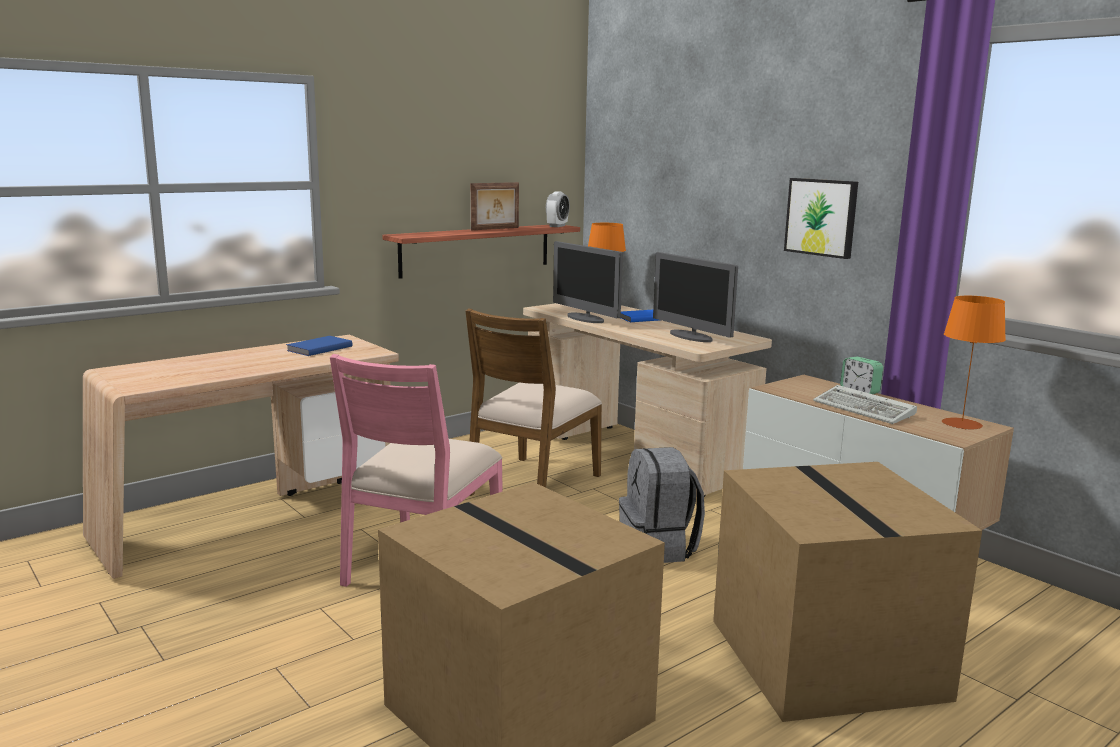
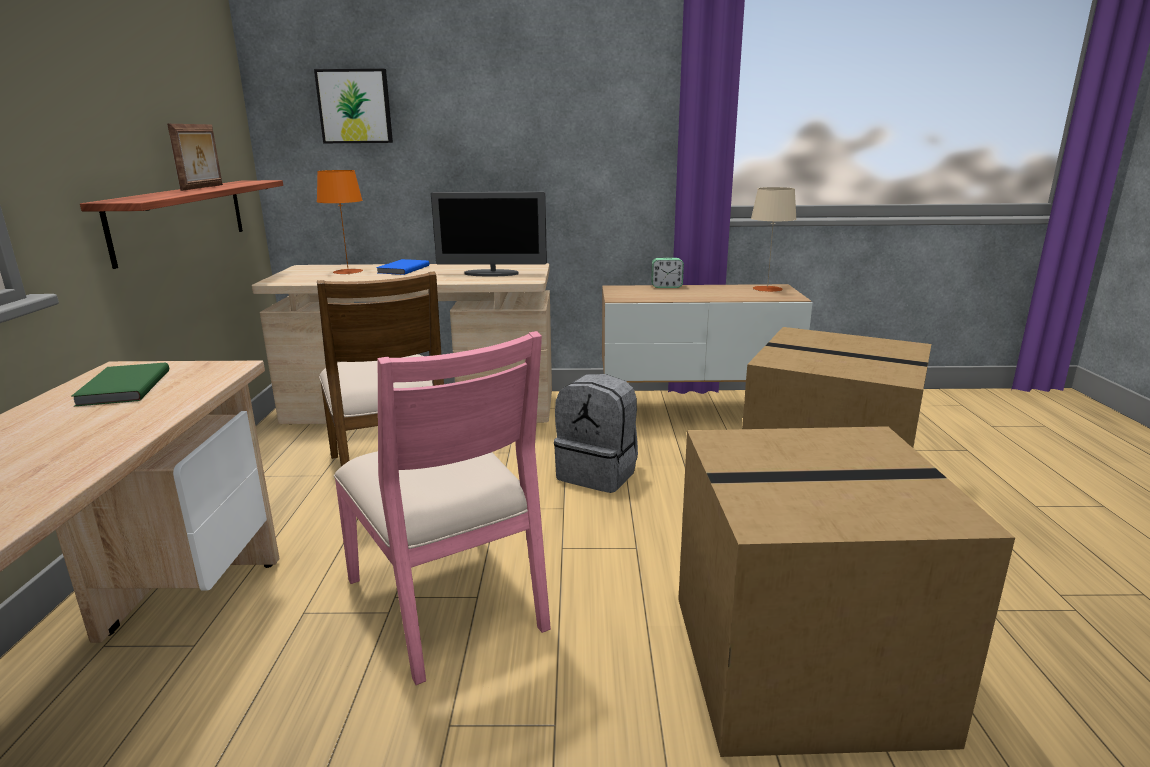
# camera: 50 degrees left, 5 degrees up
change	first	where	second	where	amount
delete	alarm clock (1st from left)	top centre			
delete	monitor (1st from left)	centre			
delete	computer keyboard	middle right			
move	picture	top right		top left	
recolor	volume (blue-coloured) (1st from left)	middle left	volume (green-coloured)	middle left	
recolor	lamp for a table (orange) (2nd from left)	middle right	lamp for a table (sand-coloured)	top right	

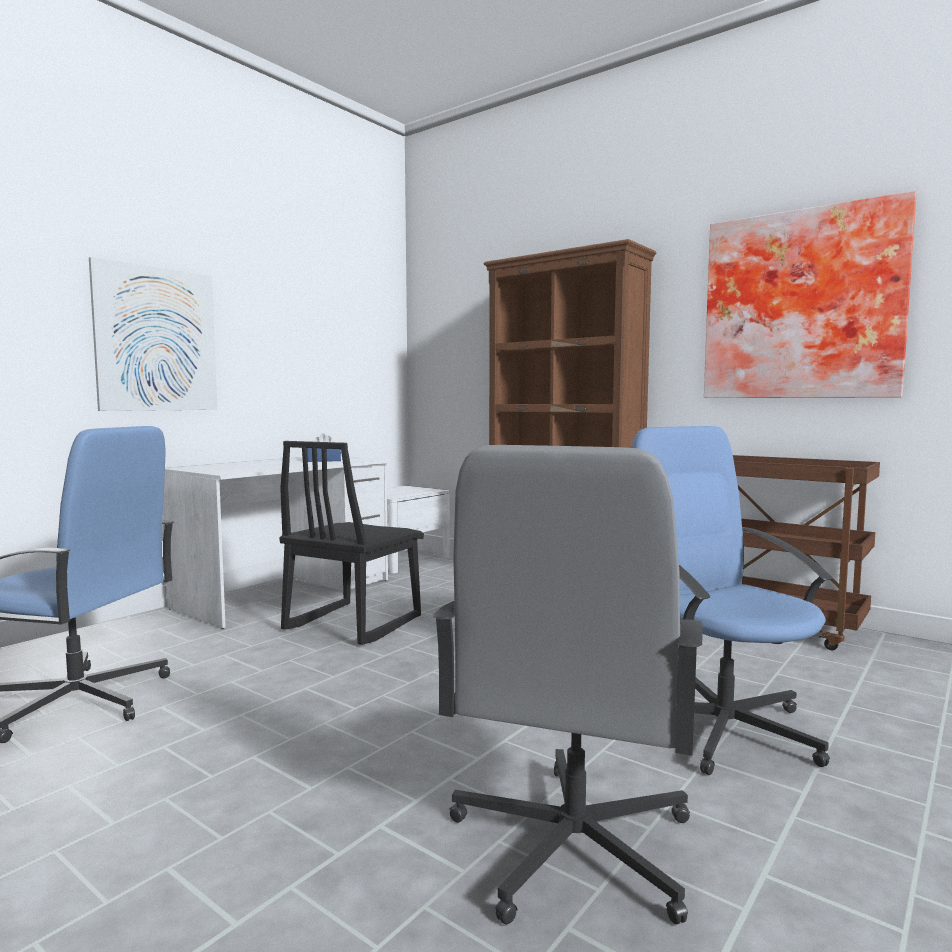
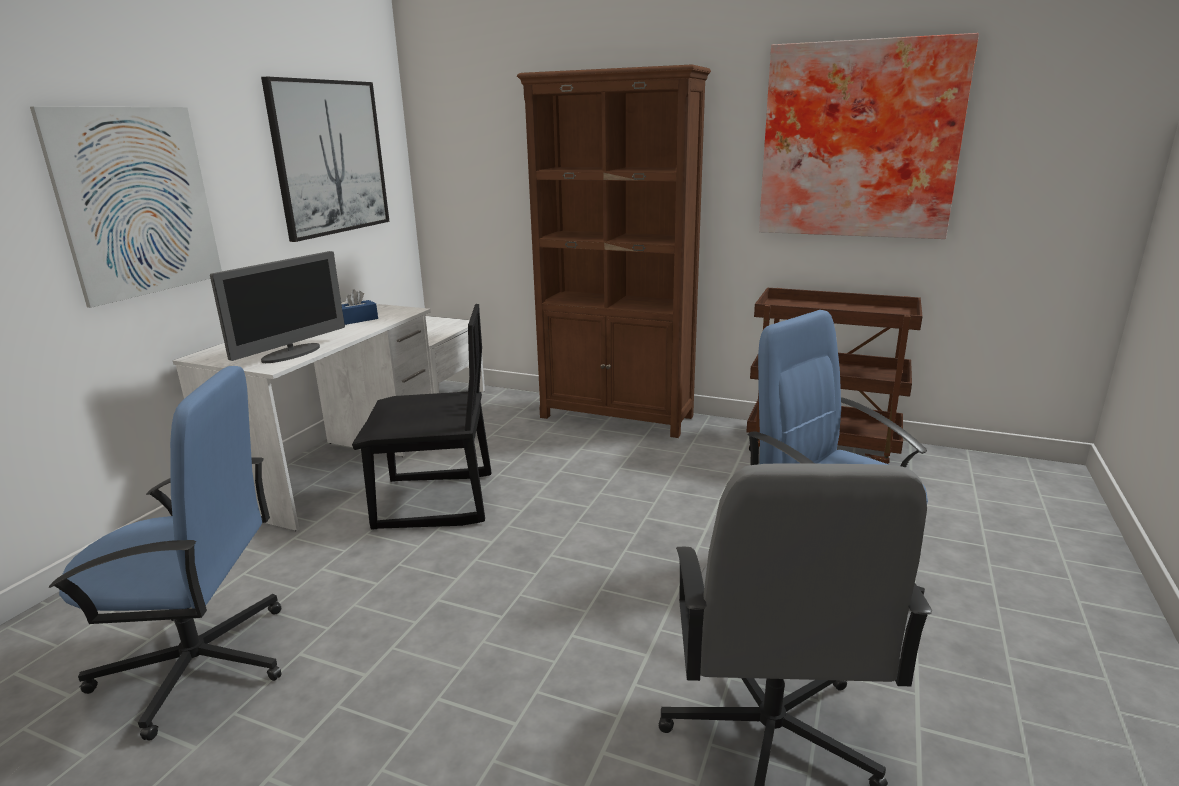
# camera: 15 degrees left, 15 degrees up
change	first	where	second	where	amount
insert			monitor	middle left	
insert			picture (2nd from left)	top left	
rotate	upright chair (blackish)	centre		centre	105 degrees counterclockwise

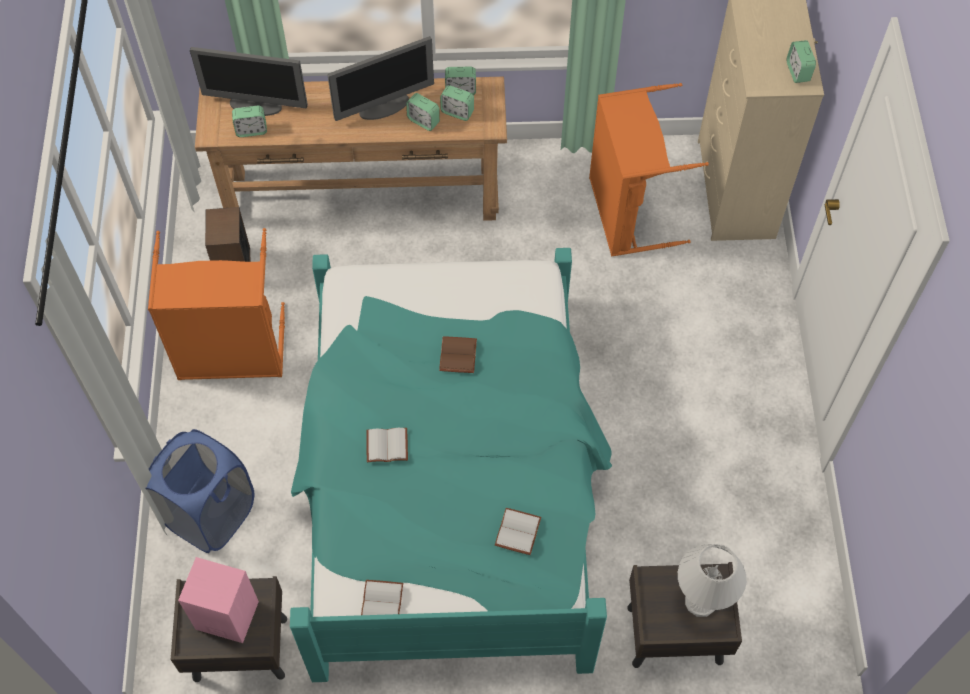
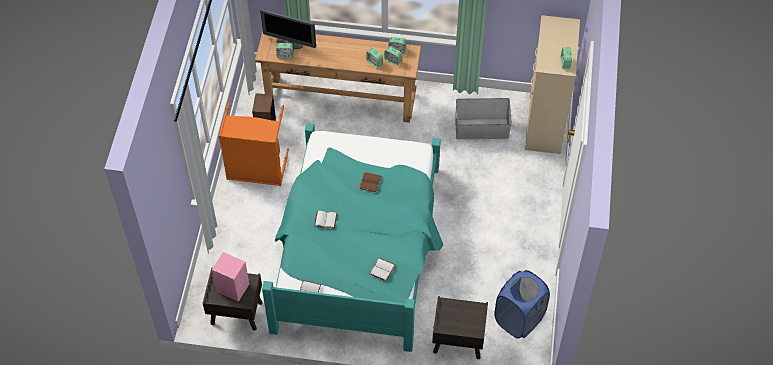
# camera: 10 degrees right, 5 degrees down
change	first	where	second	where	amount
delete	monitor (2nd from left)	top centre			
delete	lamp for a table (white)	bottom right			
move	washing basket (blue-coloured)	bottom left		bottom right	
replace	washing basket (orange) (2nd from left)	top right	storage container (grey)	top centre	

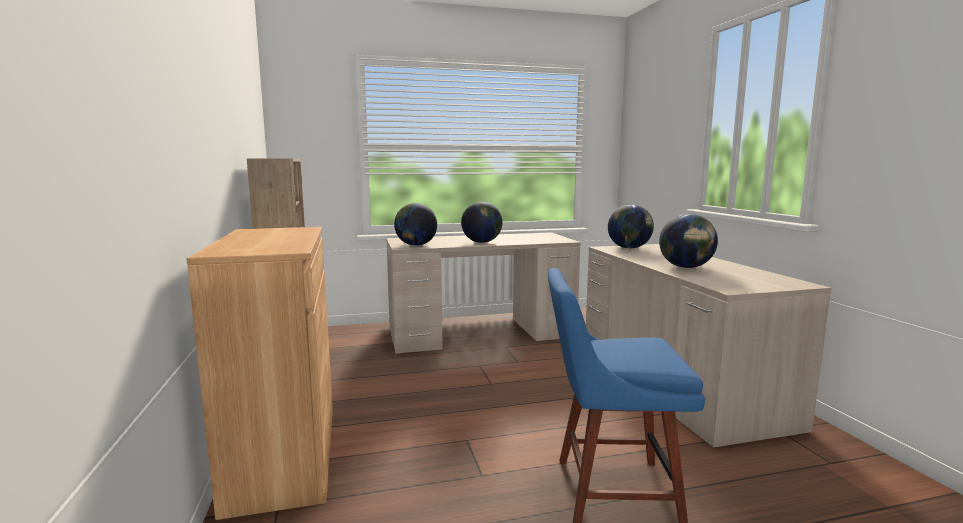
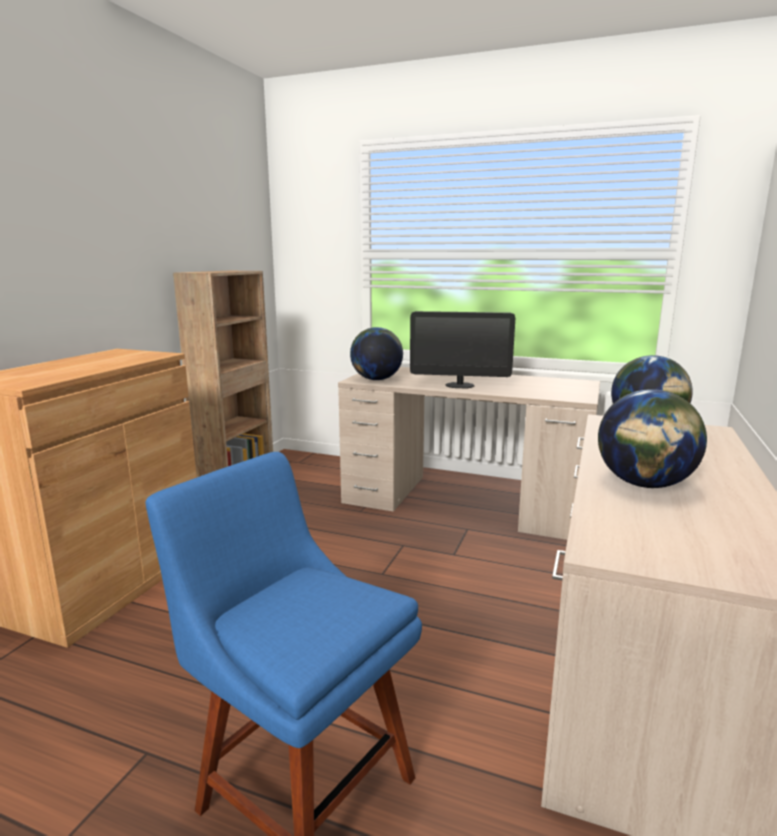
# camera: 35 degrees right, 5 degrees up
change	first	where	second	where	amount
replace	globe (2nd from left)	centre	monitor	centre	

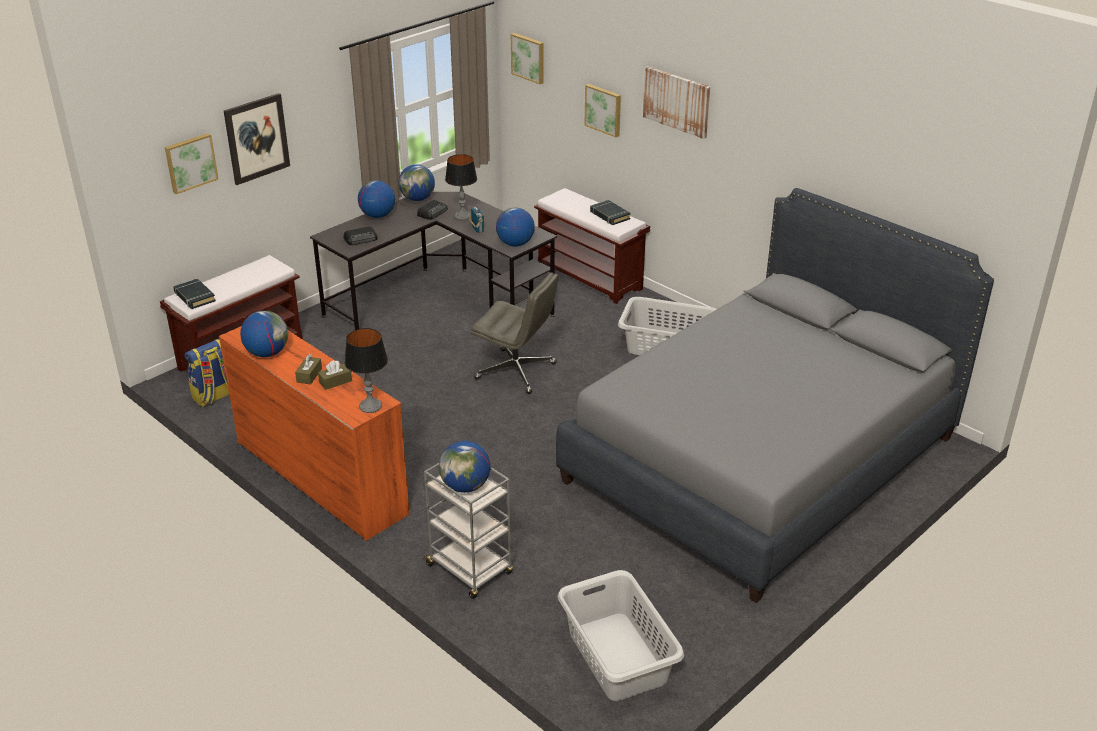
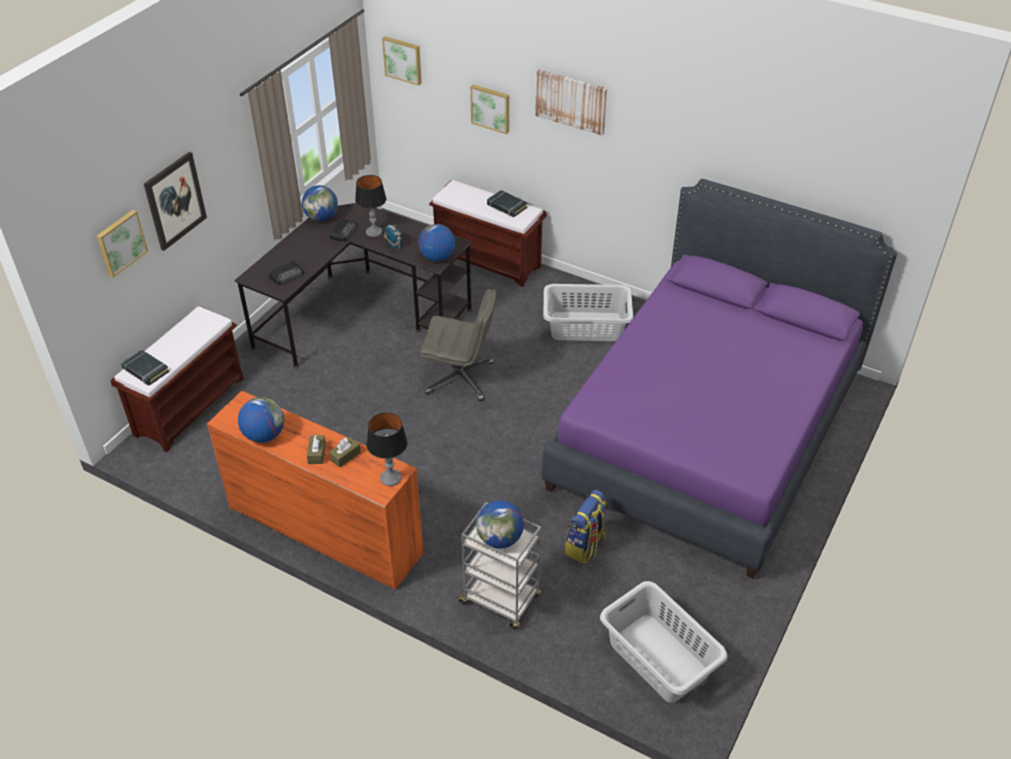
# camera: 15 degrees left, 10 degrees up
change	first	where	second	where	amount
delete	globe (2nd from left)	top centre			
move	rucksack	middle left		bottom centre	
recolor	bedroom bed (grey)	middle right	bedroom bed (purplish)	middle right	

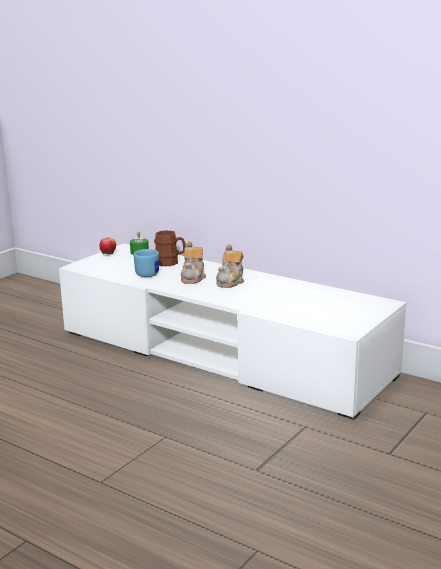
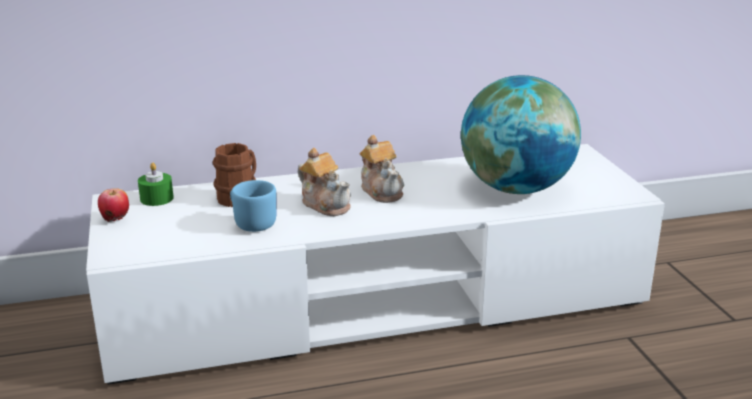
# camera: 50 degrees left, 5 degrees up
change	first	where	second	where	amount
insert			globe	middle right	

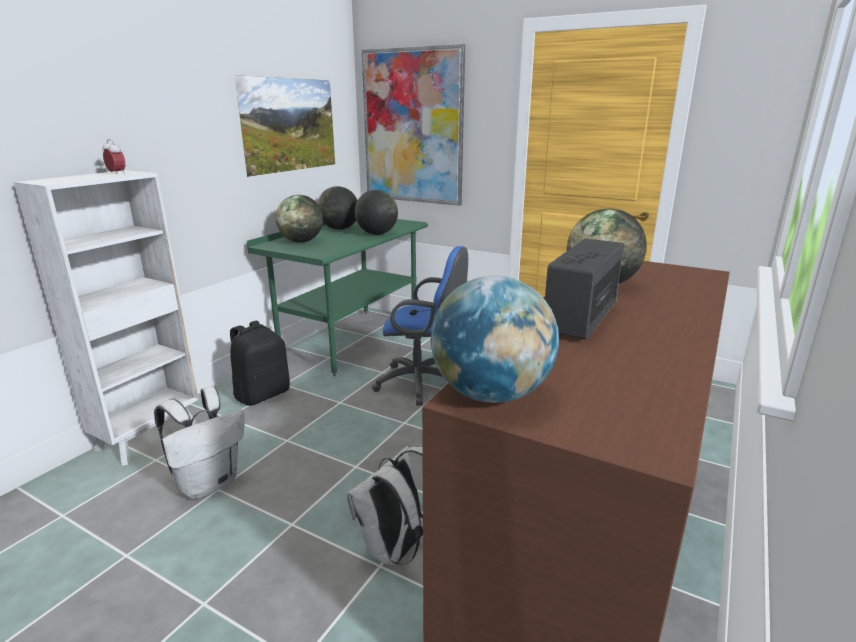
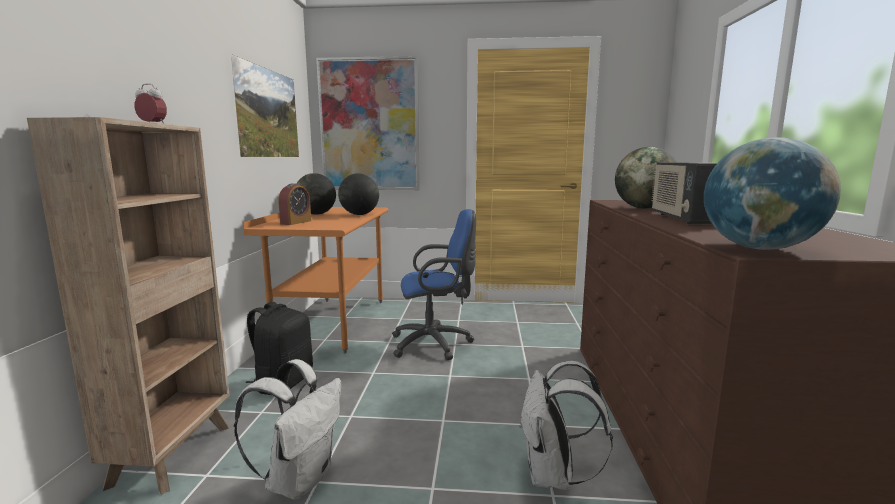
# camera: 25 degrees left, 10 degrees down
change	first	where	second	where	amount
replace	globe (1st from left)	centre	alarm clock (2nd from left)	middle left	
recolor	bookcase (white)	middle left	bookcase (brownish)	middle left	
recolor	desk table (green-coloured)	centre	desk table (orange)	centre	

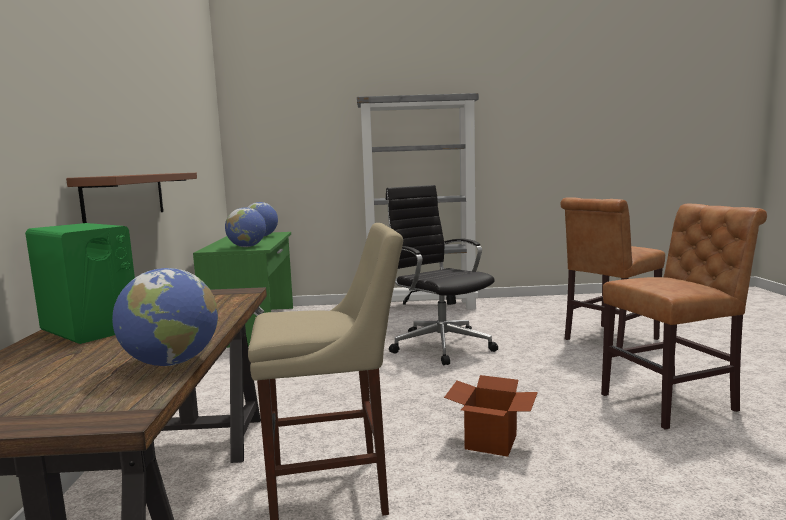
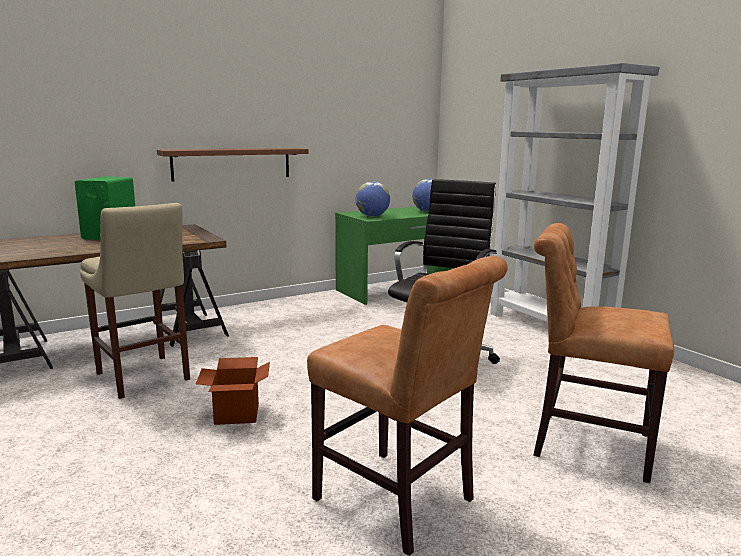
# camera: 60 degrees right, 5 degrees up
change	first	where	second	where	amount
delete	globe (1st from left)	middle left			

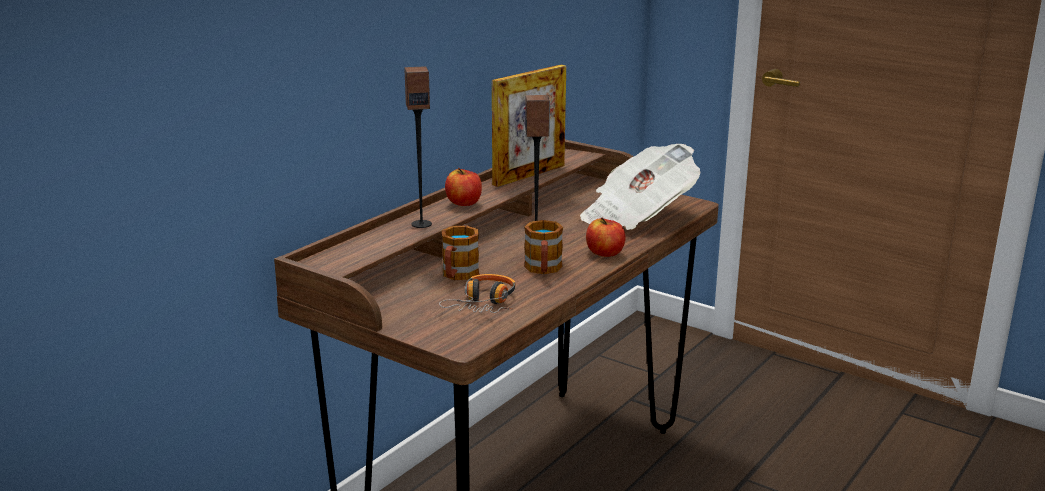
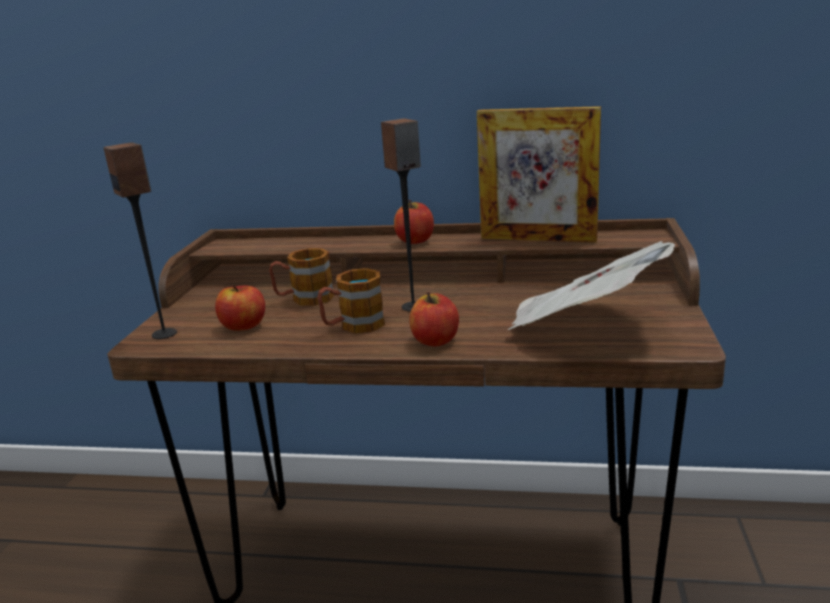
# camera: 65 degrees right, 0 degrees up
change	first	where	second	where	amount
move	audio speaker (1st from left)	top centre		middle left	
replace	headphones	centre	apple fruit (1st from left)	middle left	

